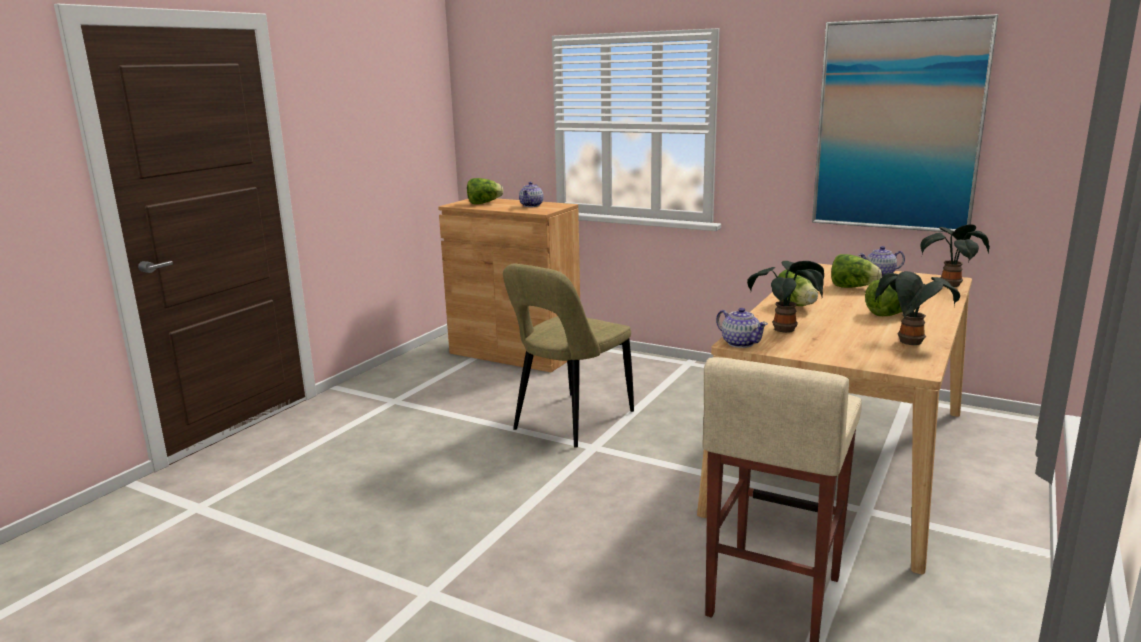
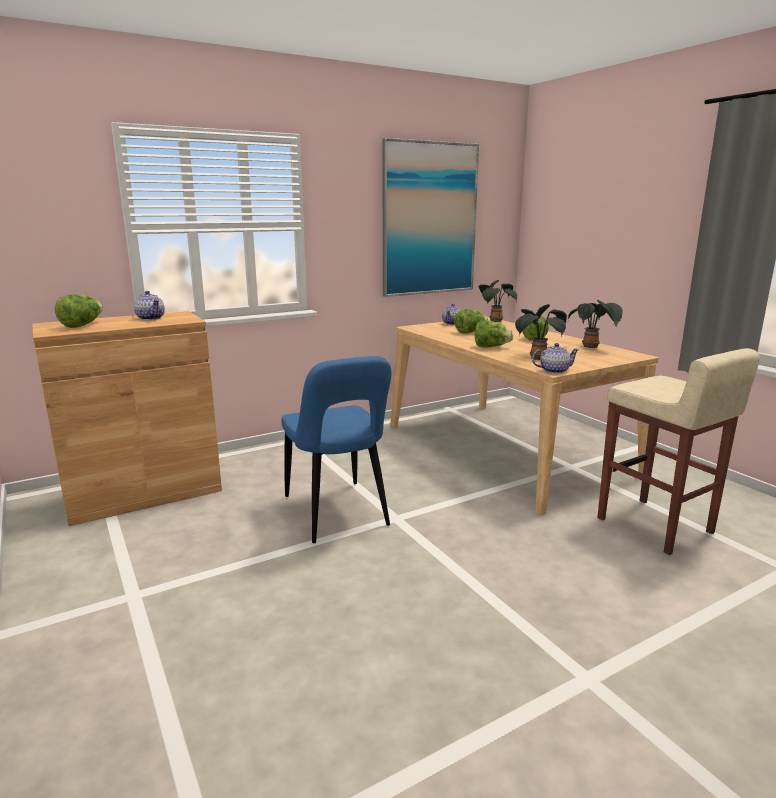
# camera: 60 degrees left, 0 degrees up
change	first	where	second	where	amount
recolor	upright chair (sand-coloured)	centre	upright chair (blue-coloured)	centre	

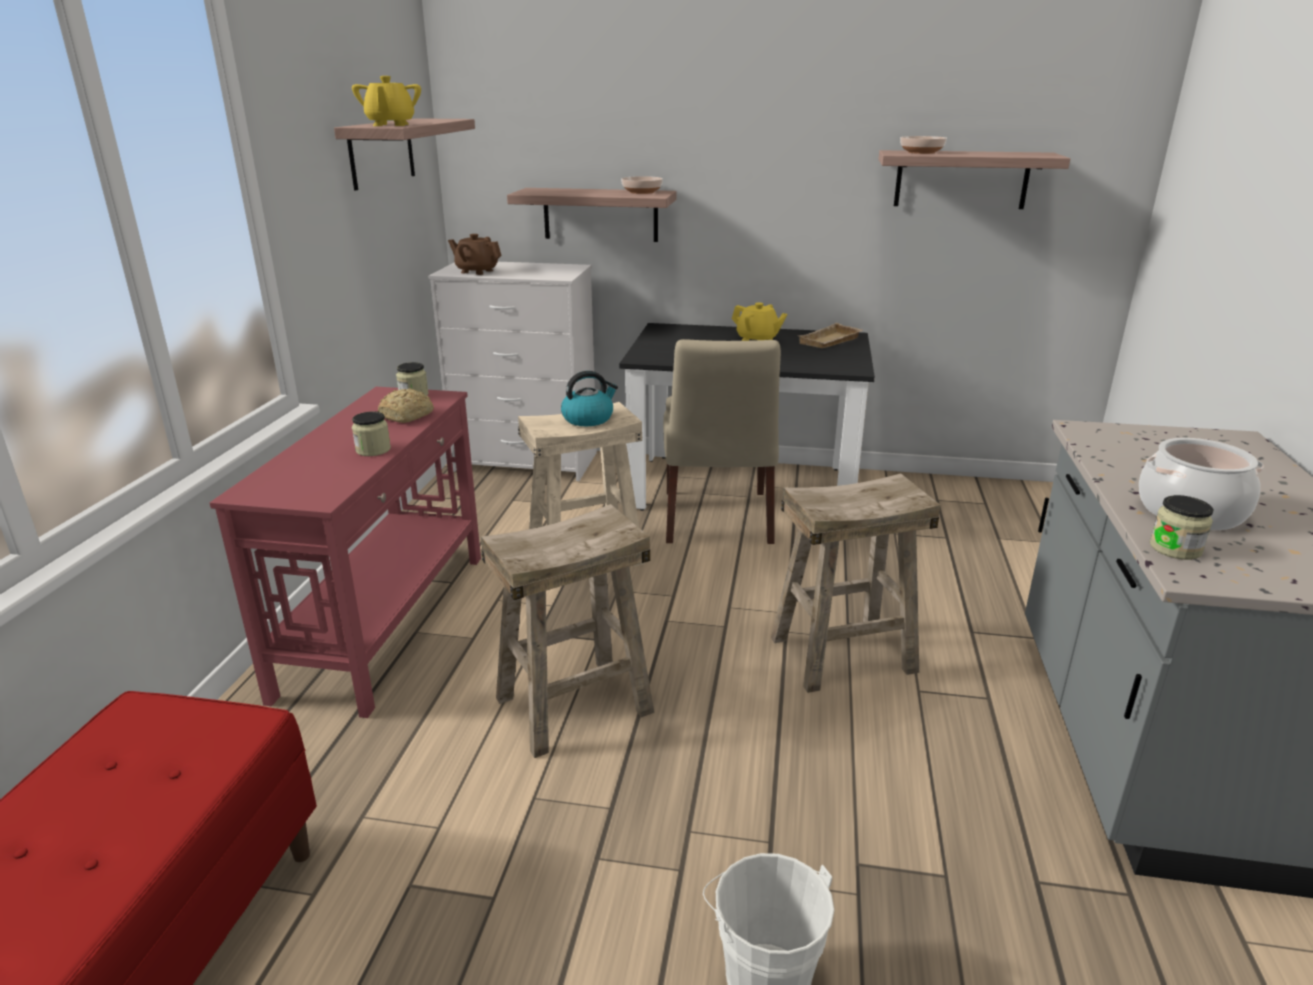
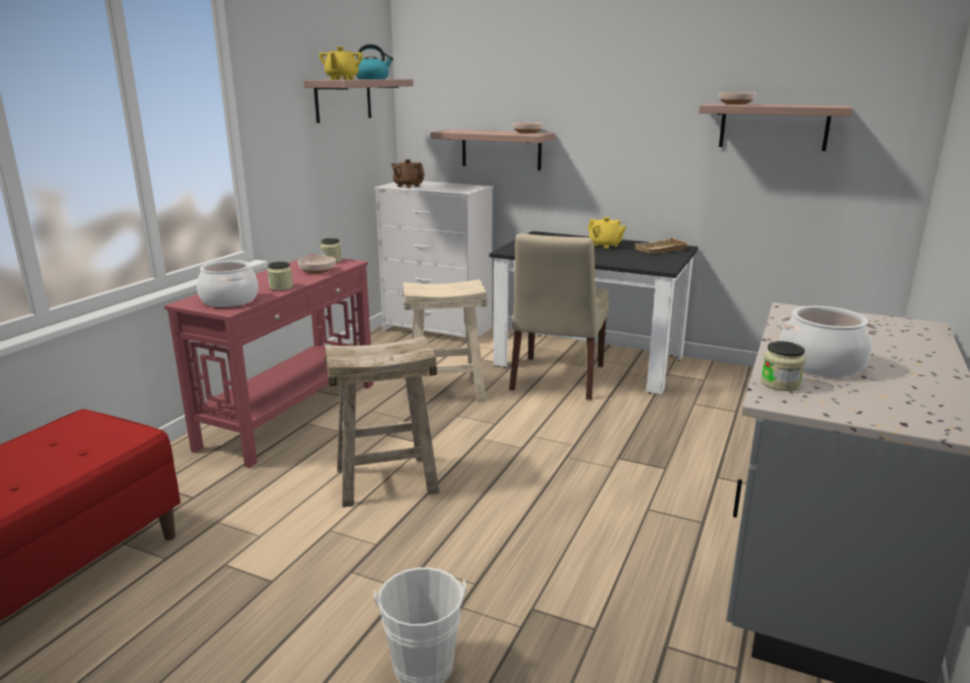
# camera: 15 degrees right, 5 degrees down
change	first	where	second	where	amount
delete	stool seat (sand-coloured) (3rd from left)	centre			
insert			saucepot (1st from left)	middle left	
move	kettle	centre		top centre	
replace	baked bread	middle left	serving bowl (1st from left)	middle left	

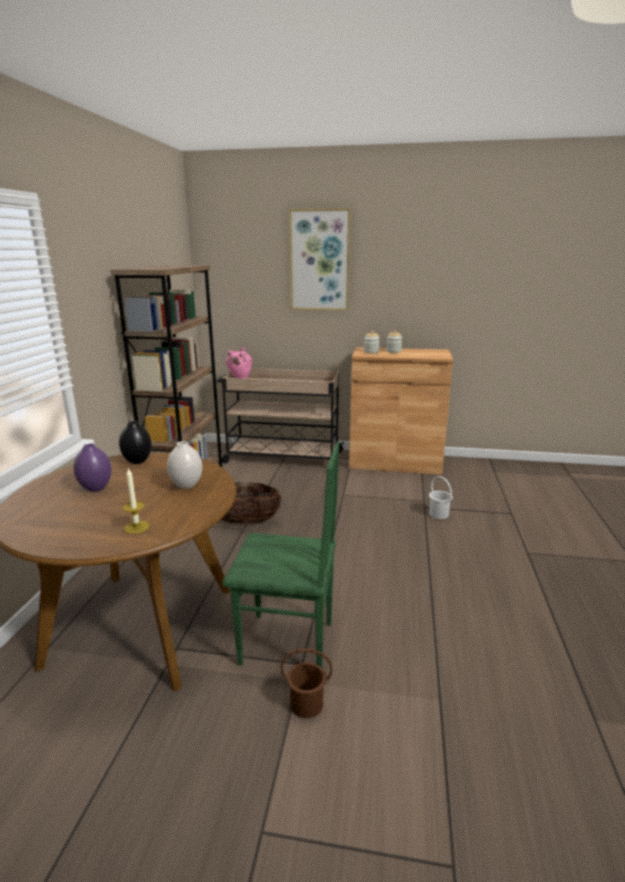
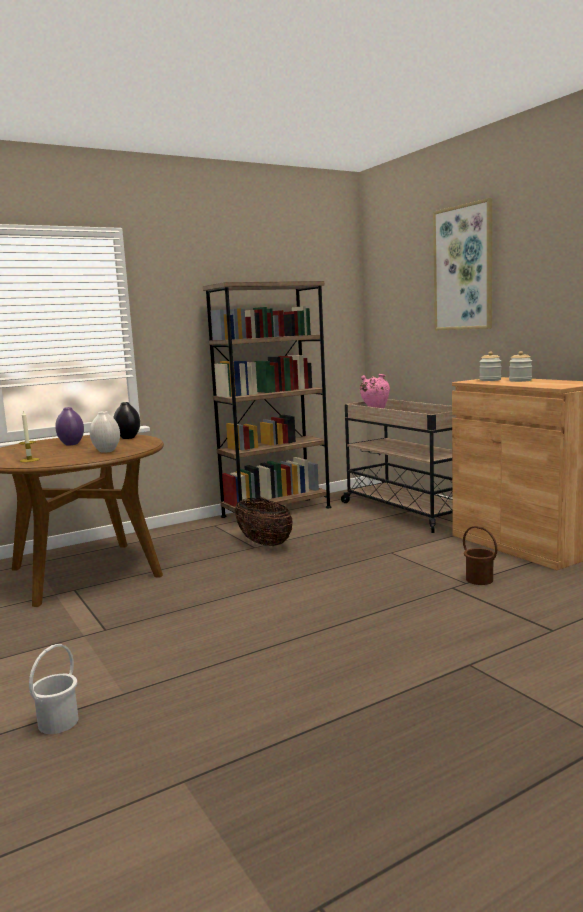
# camera: 50 degrees right, 10 degrees down
change	first	where	second	where	amount
delete	upright chair (green-coloured)	centre			
move	pail (brownish)	bottom centre		middle right	
move	pail (white)	middle right		bottom left	

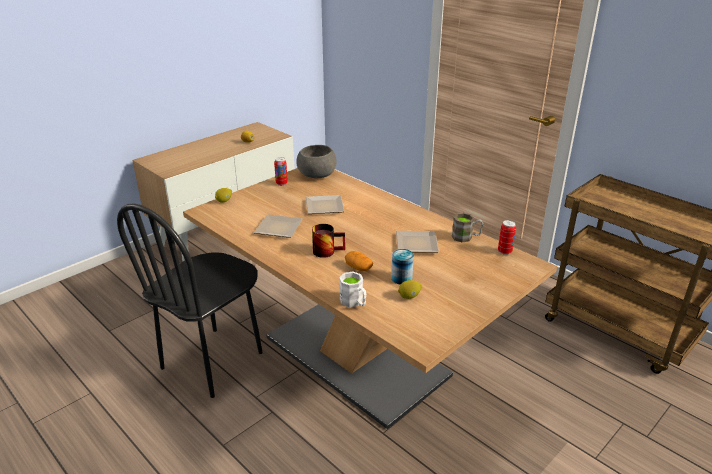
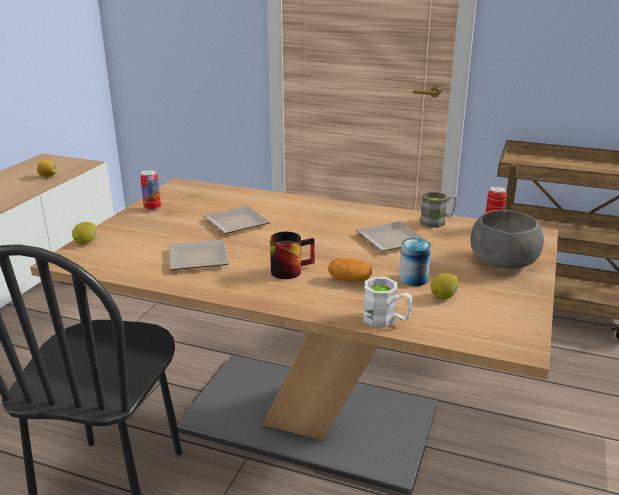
# camera: 25 degrees left, 5 degrees down
change	first	where	second	where	amount
move	serving bowl (grey)	centre		middle right	

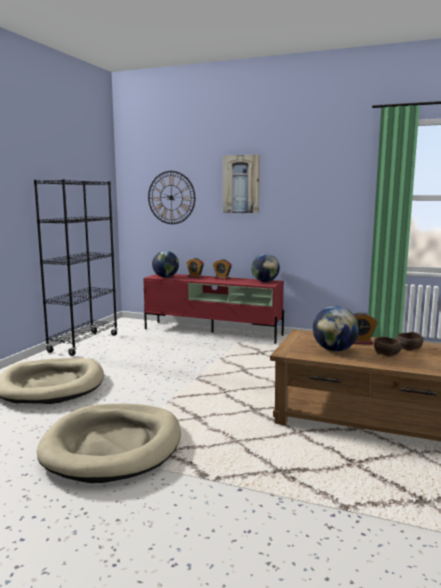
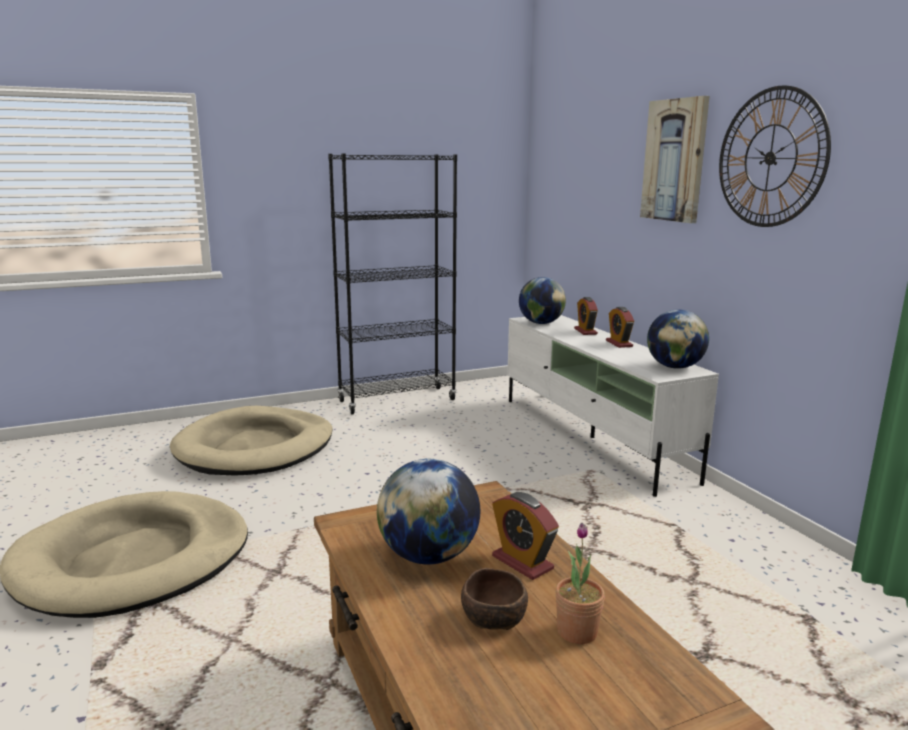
# camera: 45 degrees right, 5 degrees up
change	first	where	second	where	amount
move	hanging clock	centre		top right	
replace	serving bowl (brownish) (2nd from left)	middle right	plant in a pot	bottom centre	
recolor	tv stand (reddish)	centre	tv stand (white)	middle right	

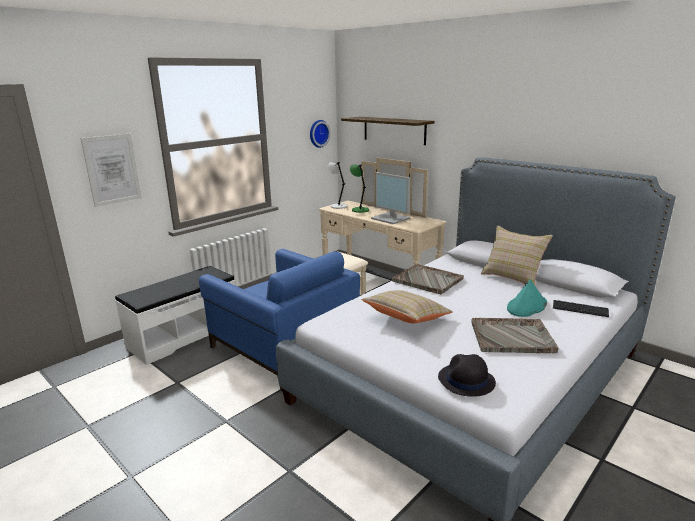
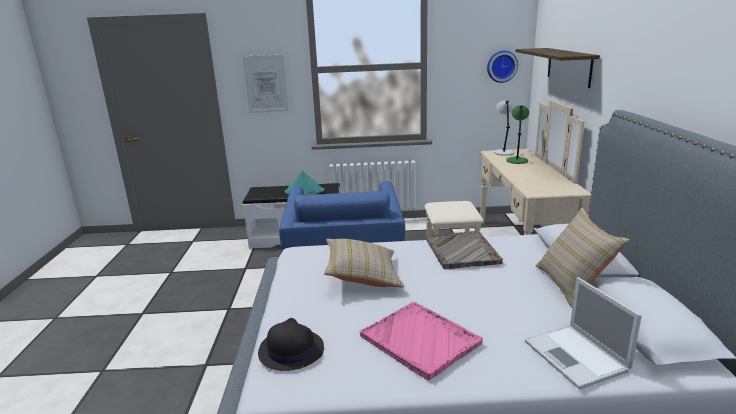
# camera: 45 degrees right, 0 degrees up
change	first	where	second	where	amount
delete	monitor	centre			
move	clothing hat (blue-green)	middle right		centre	
replace	computer keyboard	middle right	laptop	bottom right	
recolor	tray (grey) (2nd from left)	middle right	tray (pink-coloured)	bottom centre	

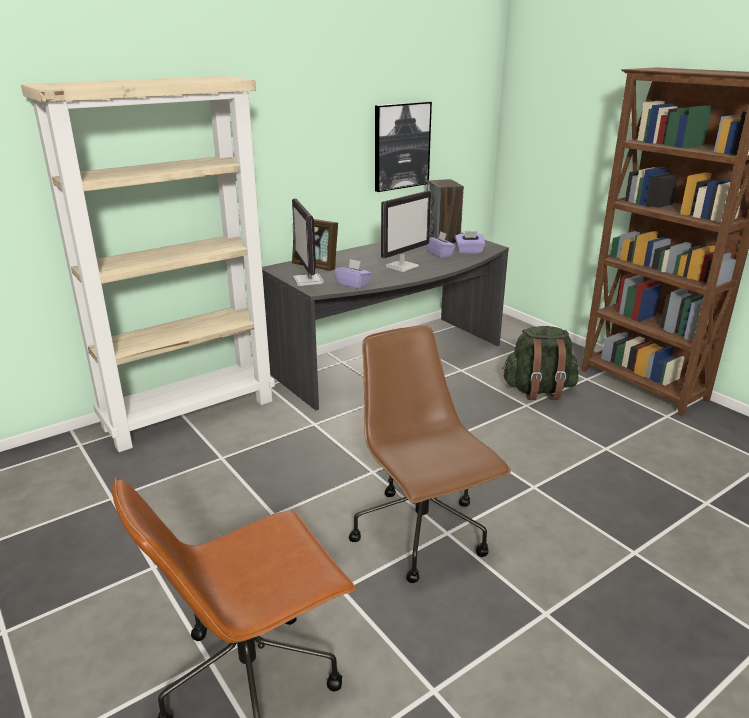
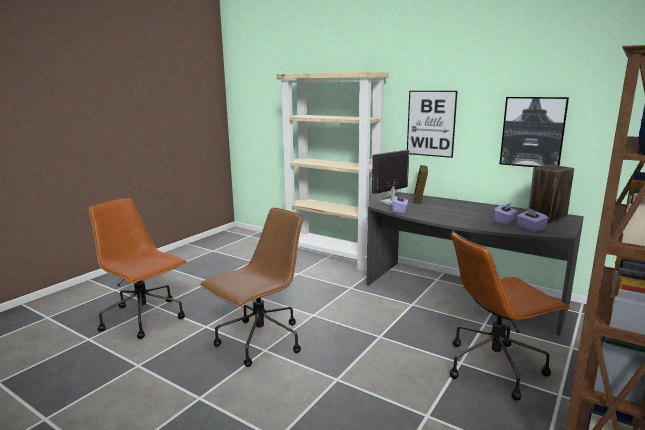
# camera: 70 degrees right, 10 degrees down
change	first	where	second	where	amount
delete	monitor (2nd from left)	top centre			
insert			picture (1st from left)	top right	
replace	rucksack (green-coloured)	middle right	desk chair (brownish) (3rd from left)	bottom right	

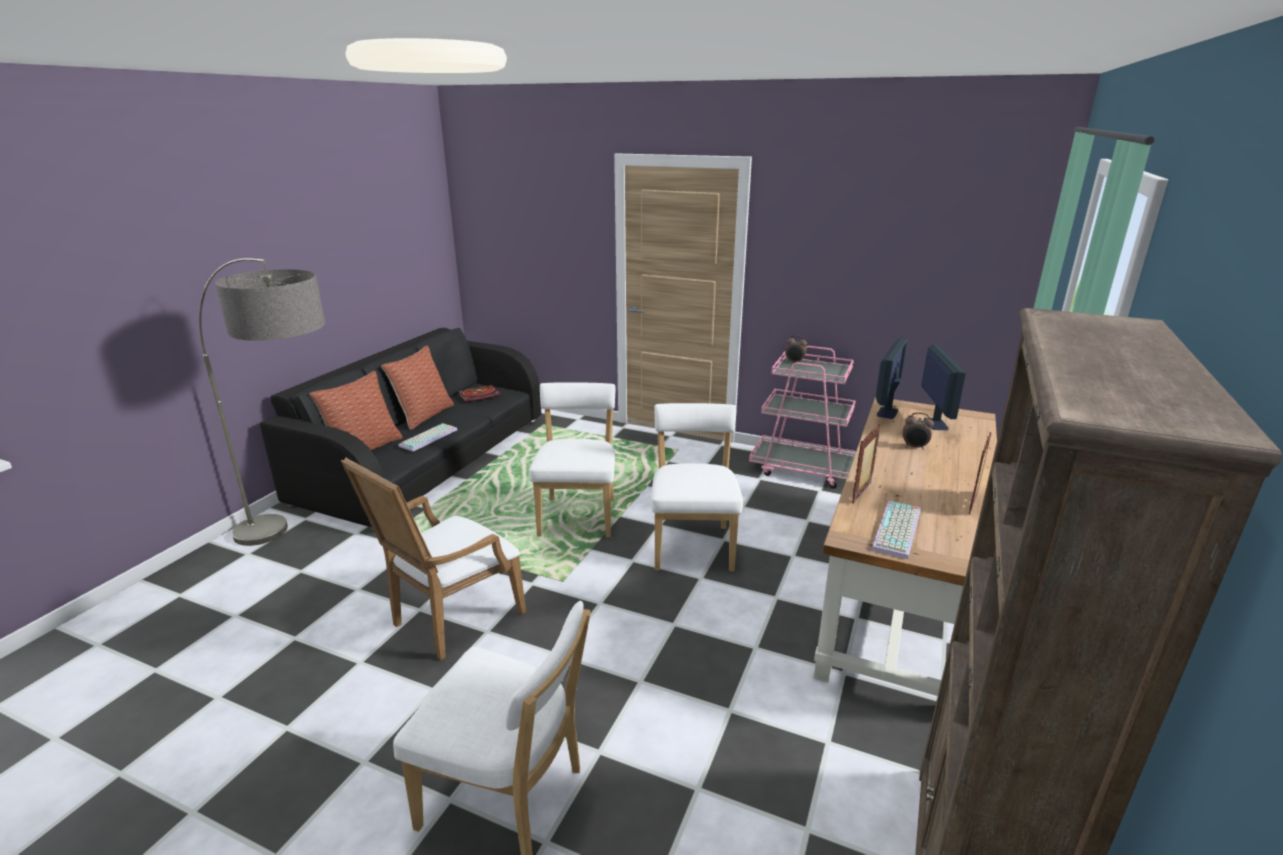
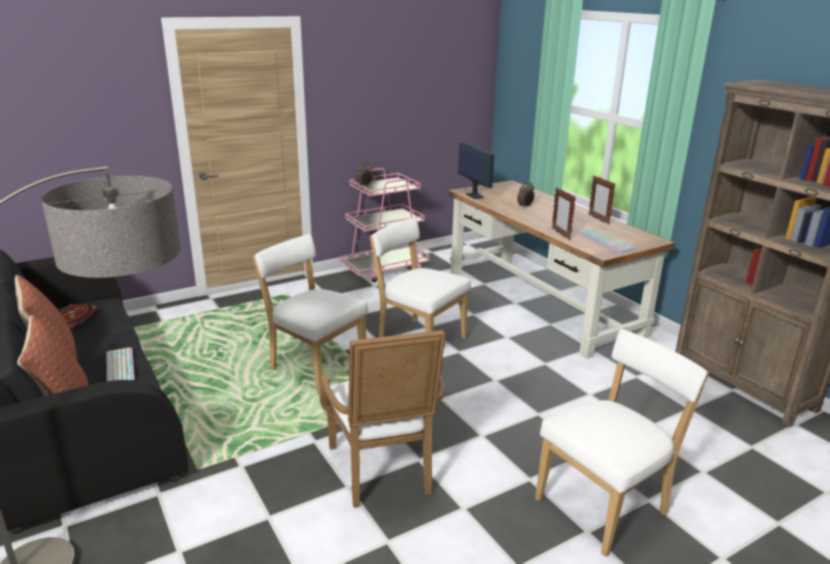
# camera: 55 degrees left, 0 degrees up
change	first	where	second	where	amount
delete	monitor (2nd from left)	middle right			

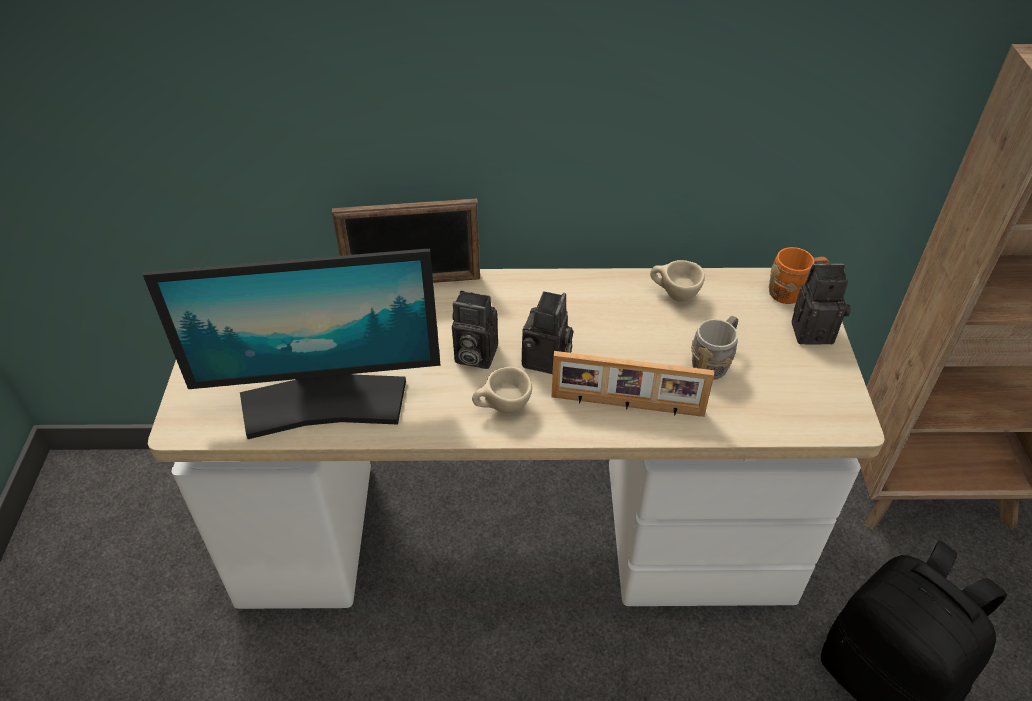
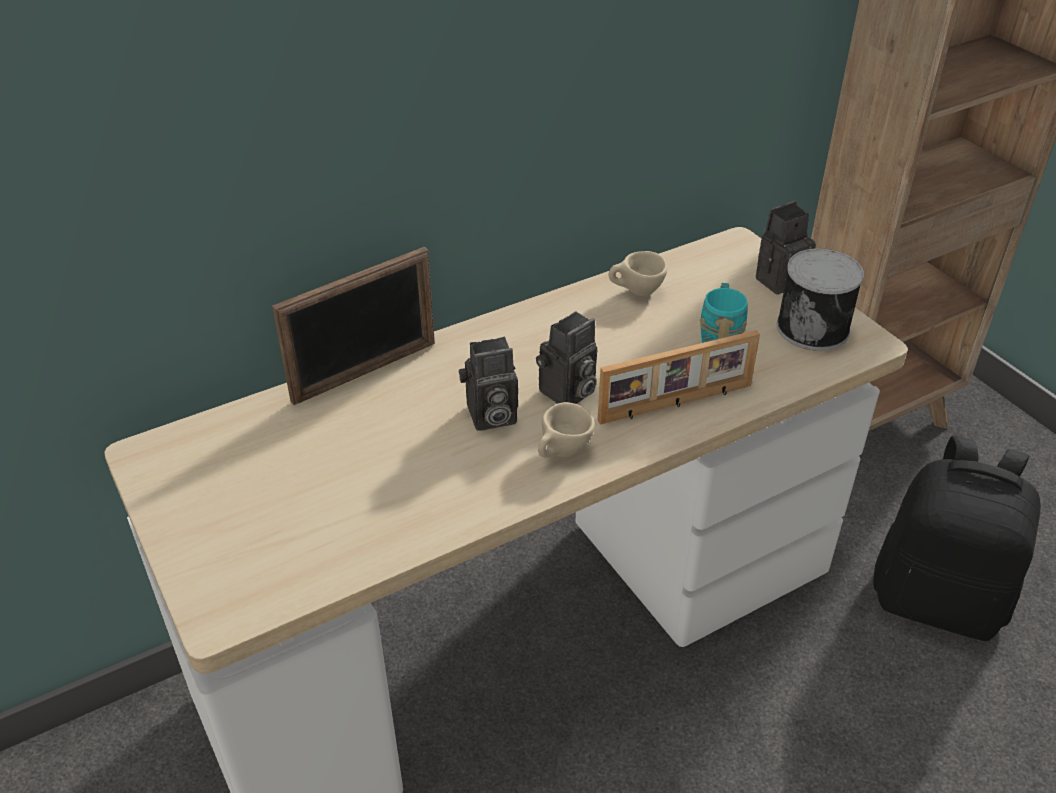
# camera: 30 degrees left, 5 degrees down
change	first	where	second	where	amount
delete	monitor	middle left			
delete	tea mug (orange)	middle right			
insert			metal can	middle right	
recolor	tea mug (grey)	middle right	tea mug (blue-green)	middle right	
rotate	still camera (2nd from left)	centre		centre	60 degrees clockwise

